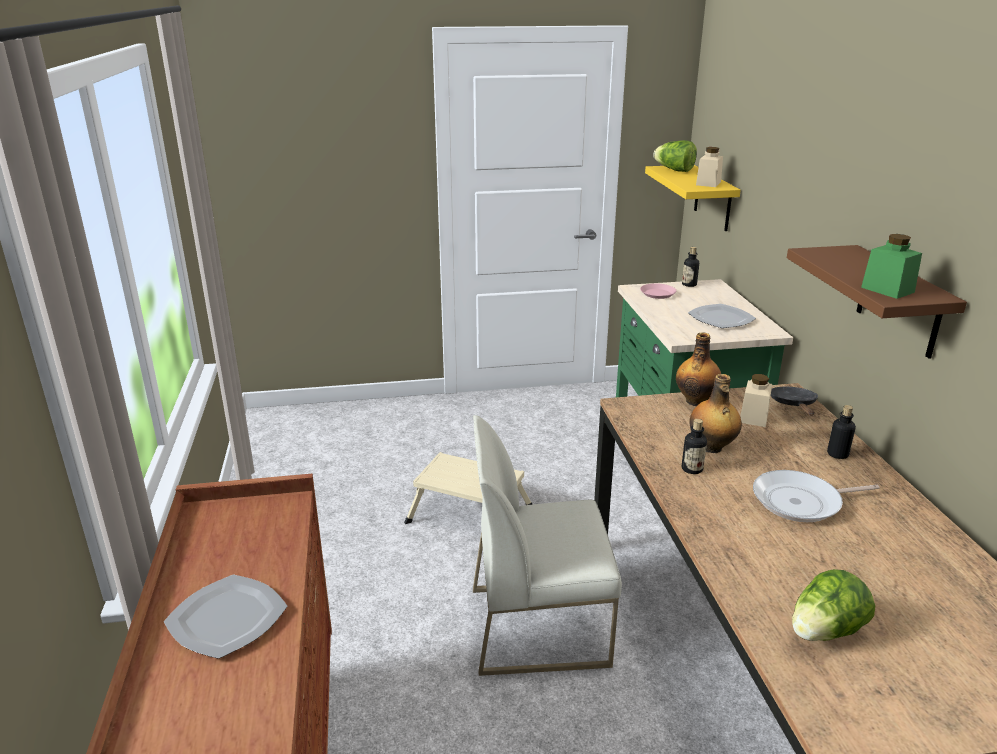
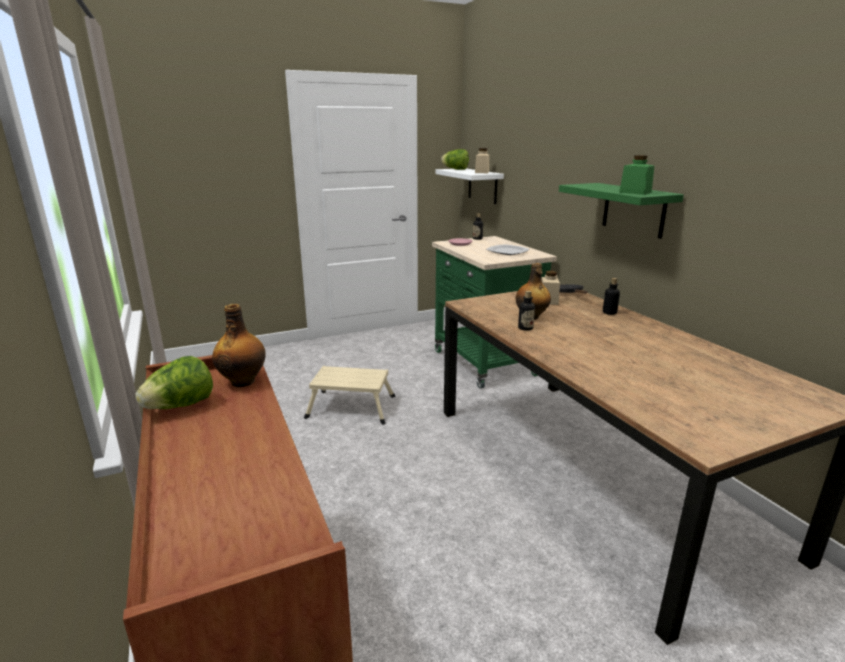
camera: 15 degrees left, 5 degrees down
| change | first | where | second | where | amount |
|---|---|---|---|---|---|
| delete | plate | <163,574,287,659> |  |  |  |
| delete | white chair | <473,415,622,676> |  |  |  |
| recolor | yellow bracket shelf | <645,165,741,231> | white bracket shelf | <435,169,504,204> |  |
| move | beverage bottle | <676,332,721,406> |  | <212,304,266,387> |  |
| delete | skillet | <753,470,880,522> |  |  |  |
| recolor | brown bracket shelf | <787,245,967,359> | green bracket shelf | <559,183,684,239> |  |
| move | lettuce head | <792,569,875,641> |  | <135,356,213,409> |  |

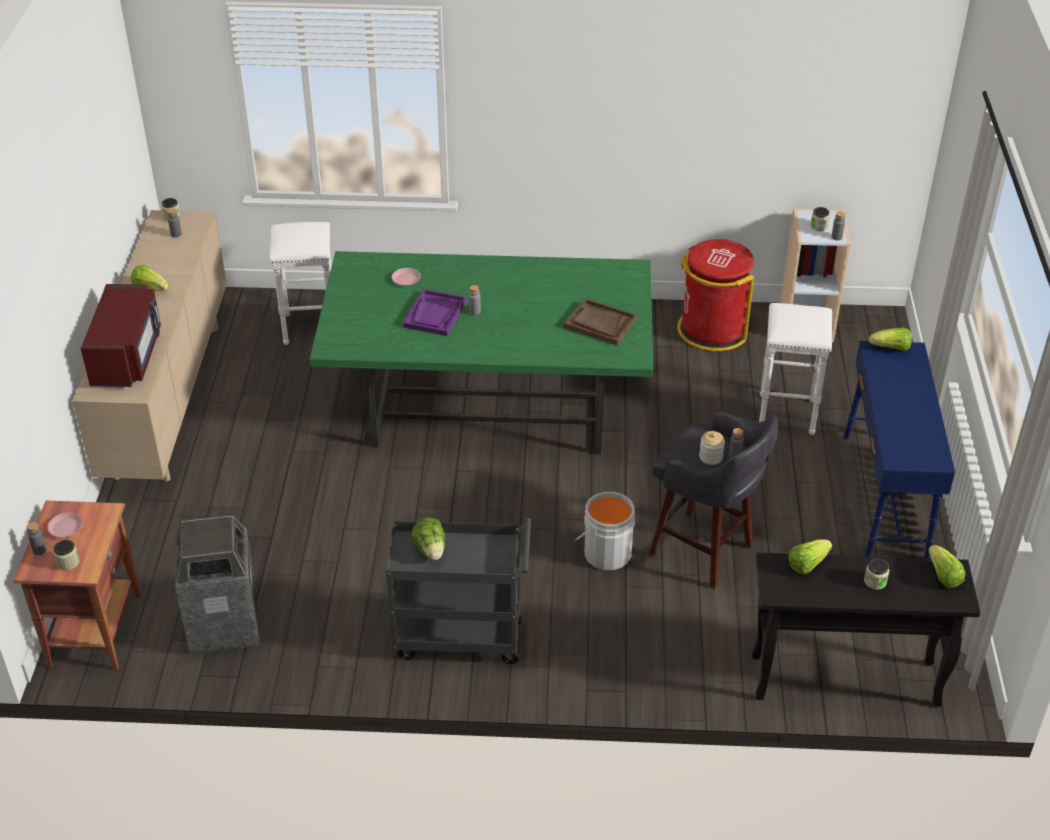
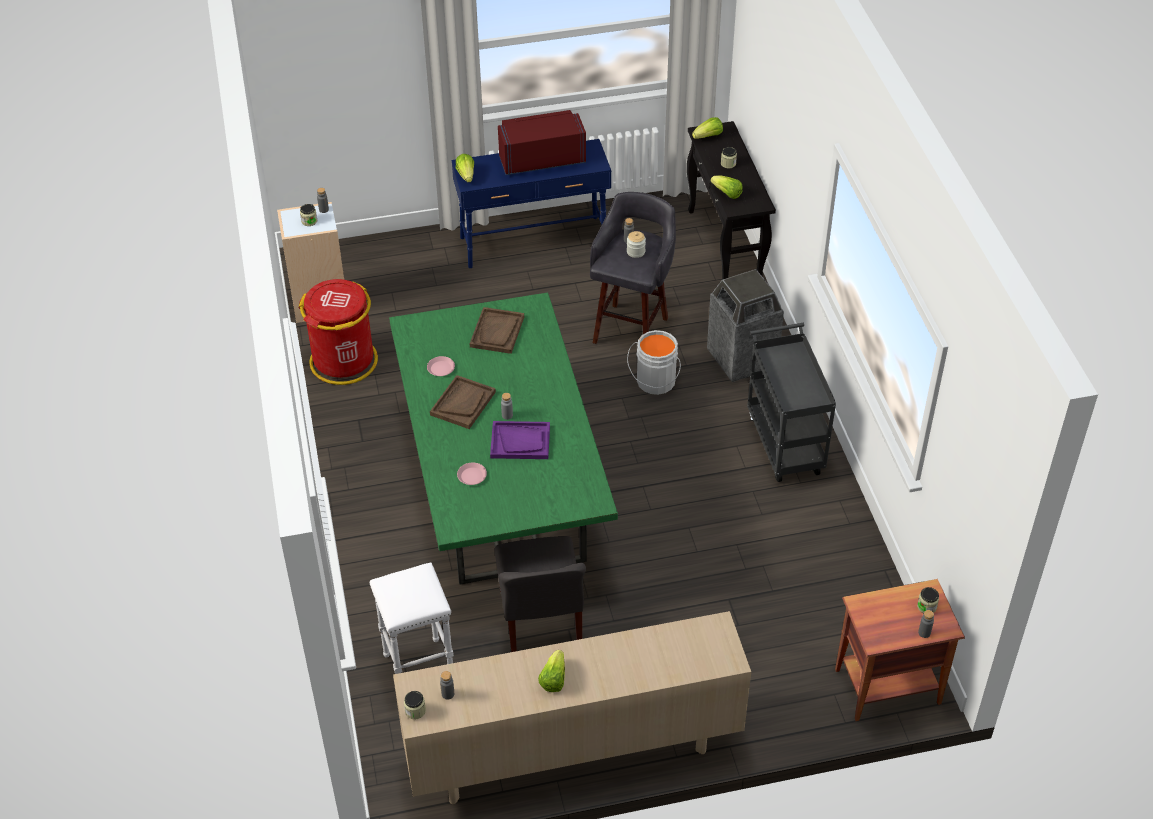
camera: 105 degrees left, 5 degrees up
| change | first | where | second | where | amount |
|---|---|---|---|---|---|
| move | pink-coloured plate | <47,512,83,537> |  | <427,356,455,376> |  |
| move | reddish microwave oven | <81,284,161,387> |  | <498,110,586,175> |  |
| move | trash can | <175,516,259,654> |  | <707,269,784,382> |  |
| delete | lettuce head | <412,518,445,560> |  |  |  |
| delete | white stool | <759,303,832,435> |  |  |  |
| insert |  |  | brown carrying tray | <430,375,496,429> |  |
| insert |  |  | gray chair | <495,536,586,652> |  |

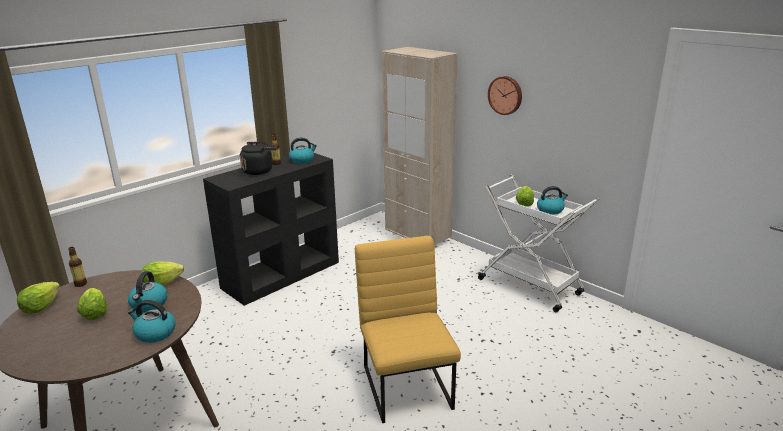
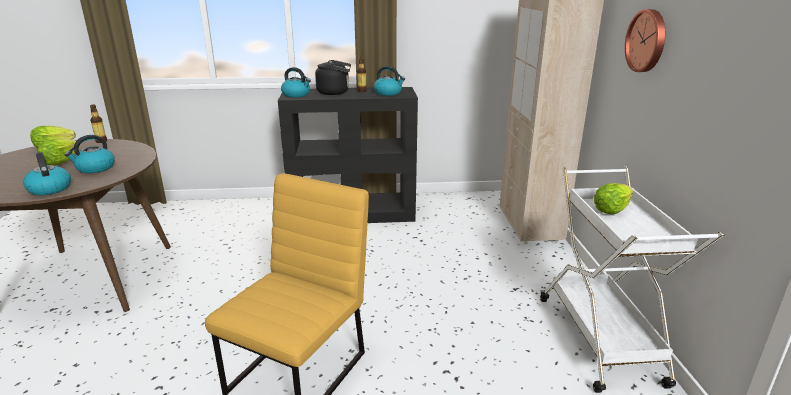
camera: 40 degrees right, 0 degrees up
| change | first | where | second | where | amount |
|---|---|---|---|---|---|
| delete | lettuce head | <141,262,184,285> |  |  |  |
| move | kettle | <537,186,568,215> |  | <281,67,311,98> |  |

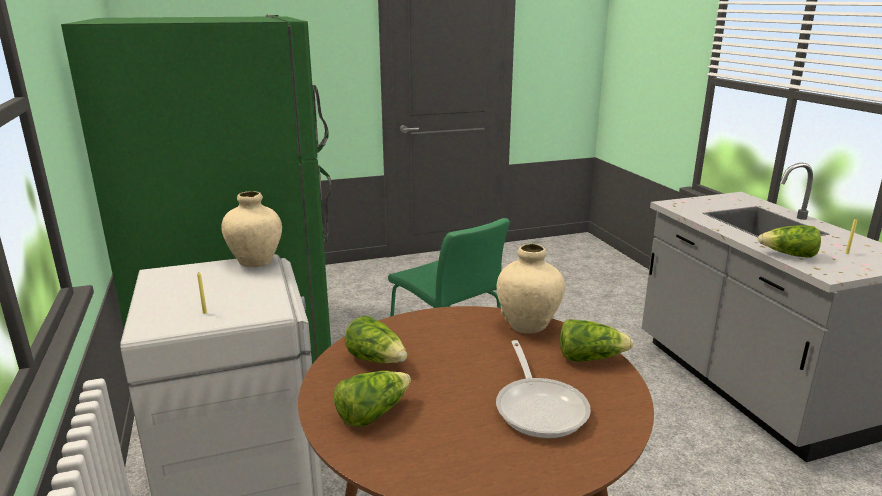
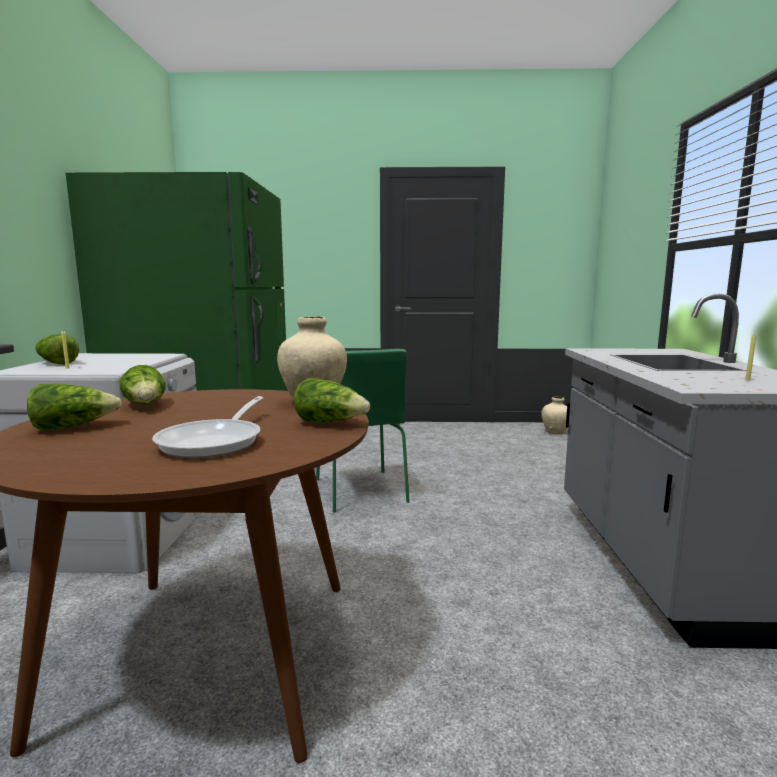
camera: 20 degrees right, 10 degrees down
| change | first | where | second | where | amount |
|---|---|---|---|---|---|
| move | beige vase | <221,191,282,267> |  | <541,396,567,435> |  |
| move | lettuce head | <758,225,821,258> |  | <35,334,79,365> |  |

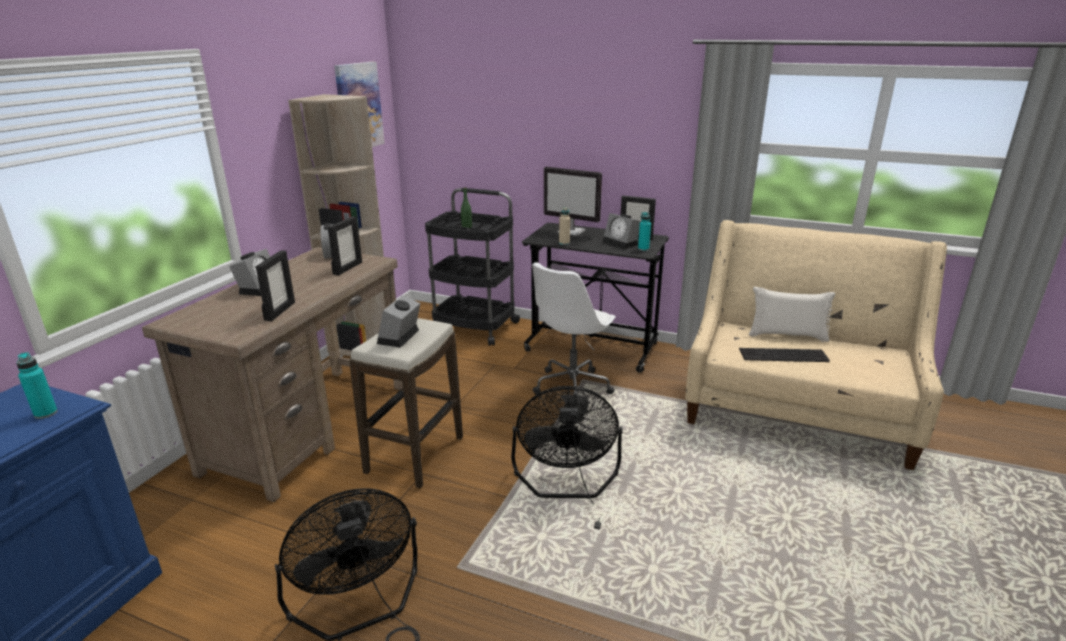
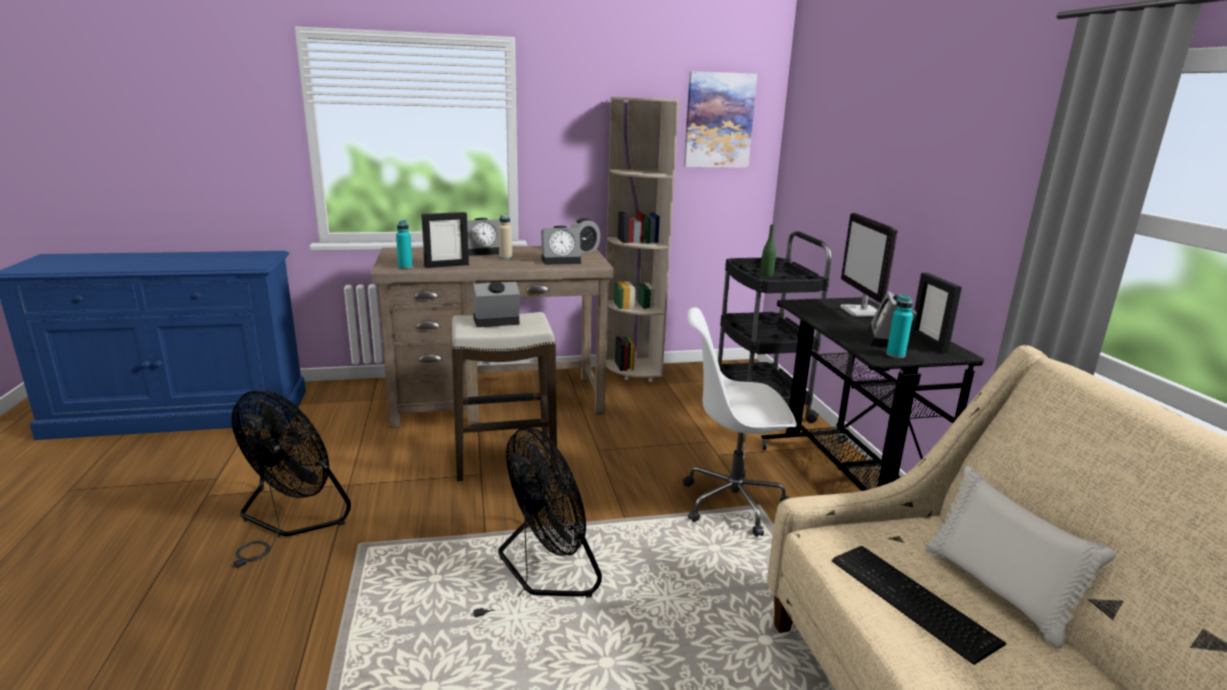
camera: 55 degrees right, 5 degrees down
| change | first | where | second | where | amount |
|---|---|---|---|---|---|
| move | turquoise beverage bottle | <16,352,58,419> |  | <396,220,413,269> |  |
| replace | picture frame | <328,216,362,275> | bedside clock | <541,226,581,265> |  |
| move | beige beverage bottle | <559,207,570,245> |  | <499,214,512,259> |  |

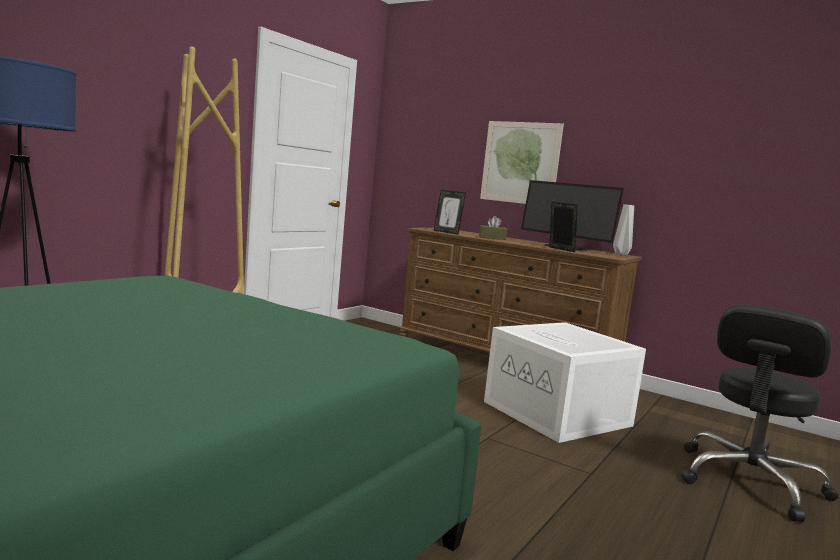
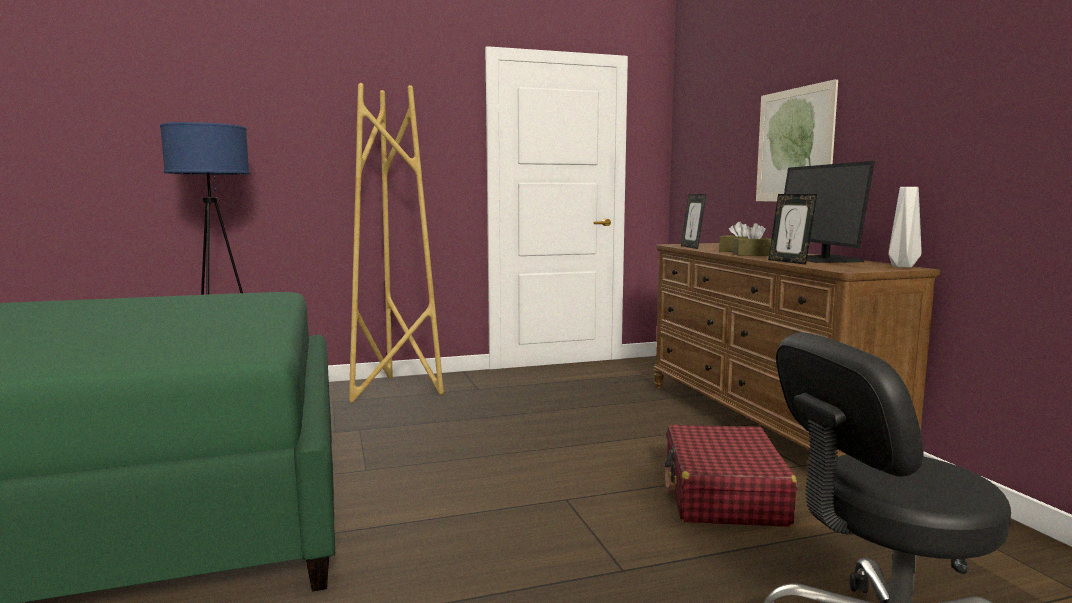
camera: 40 degrees right, 0 degrees up
| change | first | where | second | where | amount |
|---|---|---|---|---|---|
| replace | white storage box | <484,322,646,443> | reddish suitcase | <665,424,797,527> |  |
| rotate | picture frame | <550,202,578,252> |  | <768,194,817,265> | 150 degrees clockwise |
| insert |  |  | brown tissue holder | <733,223,771,256> |  |

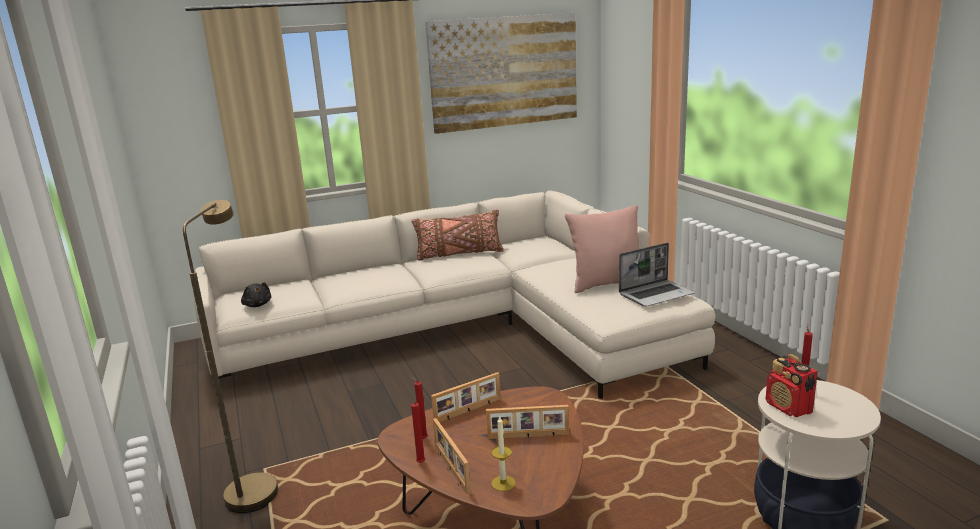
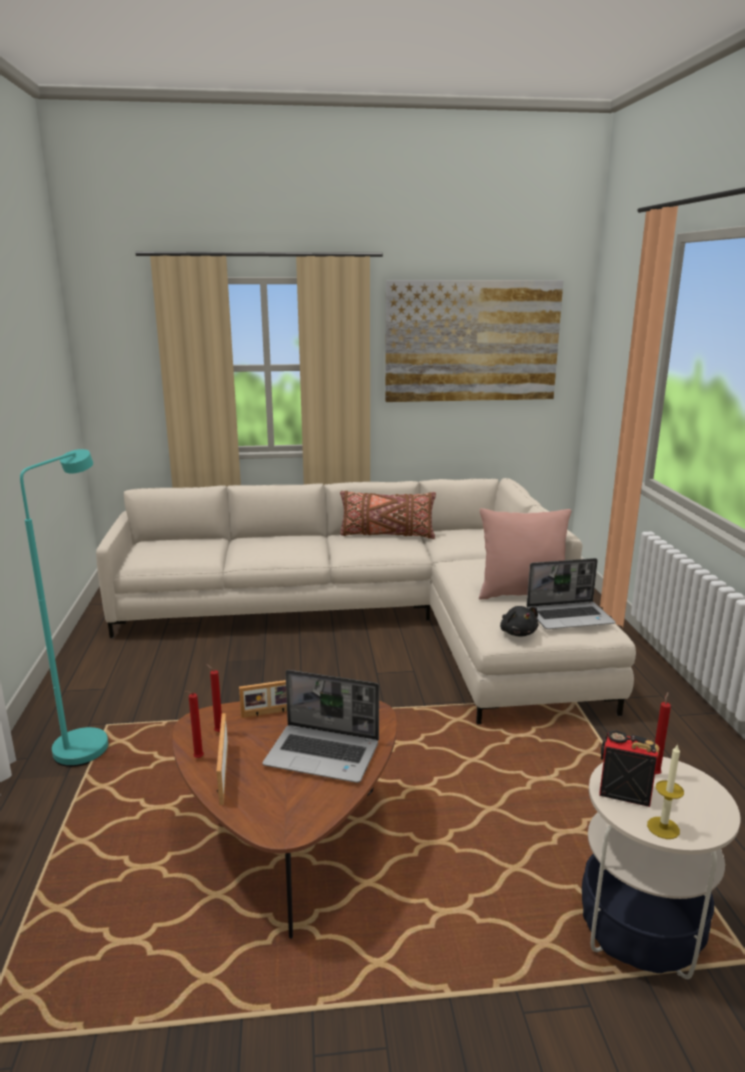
camera: 15 degrees right, 0 degrees up
| change | first | where | second | where | amount |
|---|---|---|---|---|---|
| recolor | brown standard lamp | <183,200,278,513> | turquoise standard lamp | <20,449,108,767> |  |
| move | blackish soft toy | <241,282,271,307> |  | <500,606,538,637> |  |
| replace | picture frame | <486,405,569,439> | portable computer | <263,670,379,783> |  |
| move | wax light | <491,415,516,491> |  | <647,743,684,839> |  |
| rotate | radio set | <766,354,818,417> |  | <599,730,659,807> | 120 degrees clockwise |

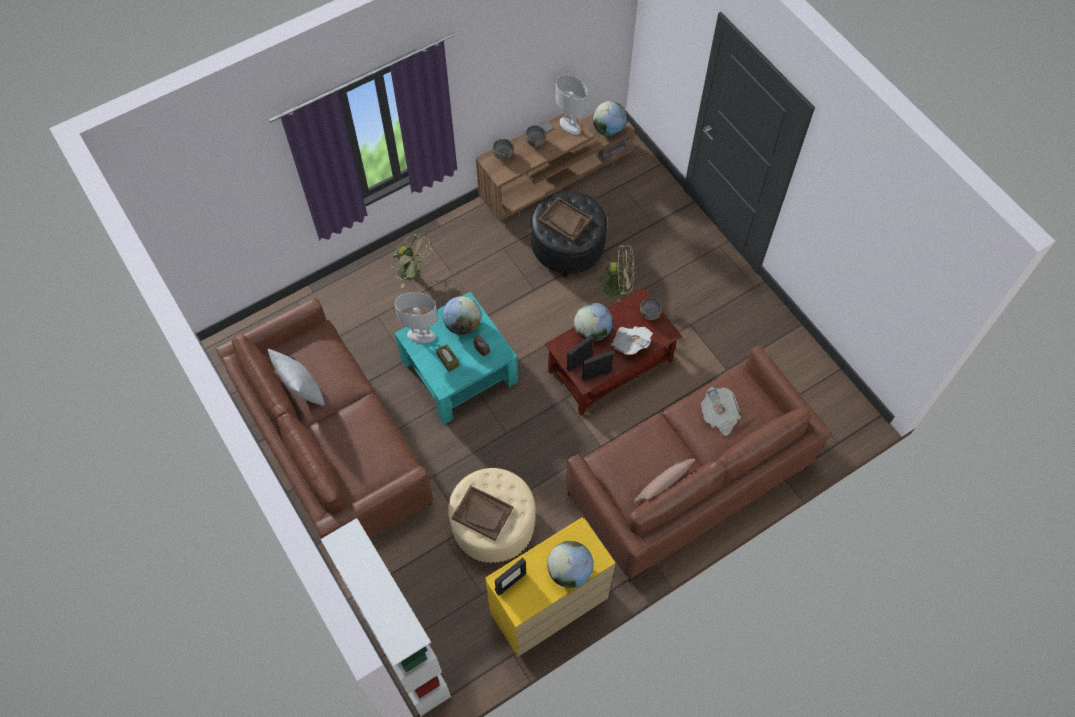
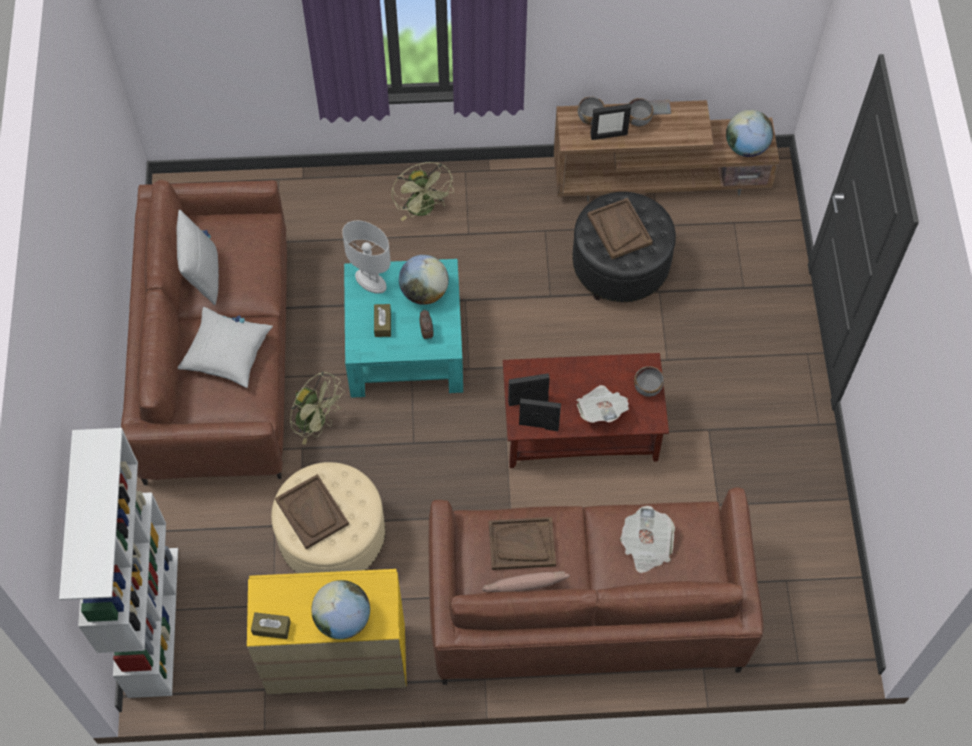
camera: 30 degrees right, 0 degrees up
| change | first | where | second | where | amount |
|---|---|---|---|---|---|
| move | picture frame | <495,558,526,596> |  | <590,104,631,140> |  |
| delete | white lamp for a table | <556,75,588,135> |  |  |  |
| delete | globe | <574,303,613,341> |  |  |  |
| move | green cooling fan | <596,245,635,302> |  | <290,372,345,445> |  |
| insert |  |  | gray pillow | <178,307,273,388> |  |
| insert |  |  | brown tissue holder | <251,612,291,639> |  |
| insert |  |  | brown carrying tray | <489,517,556,570> |  |

